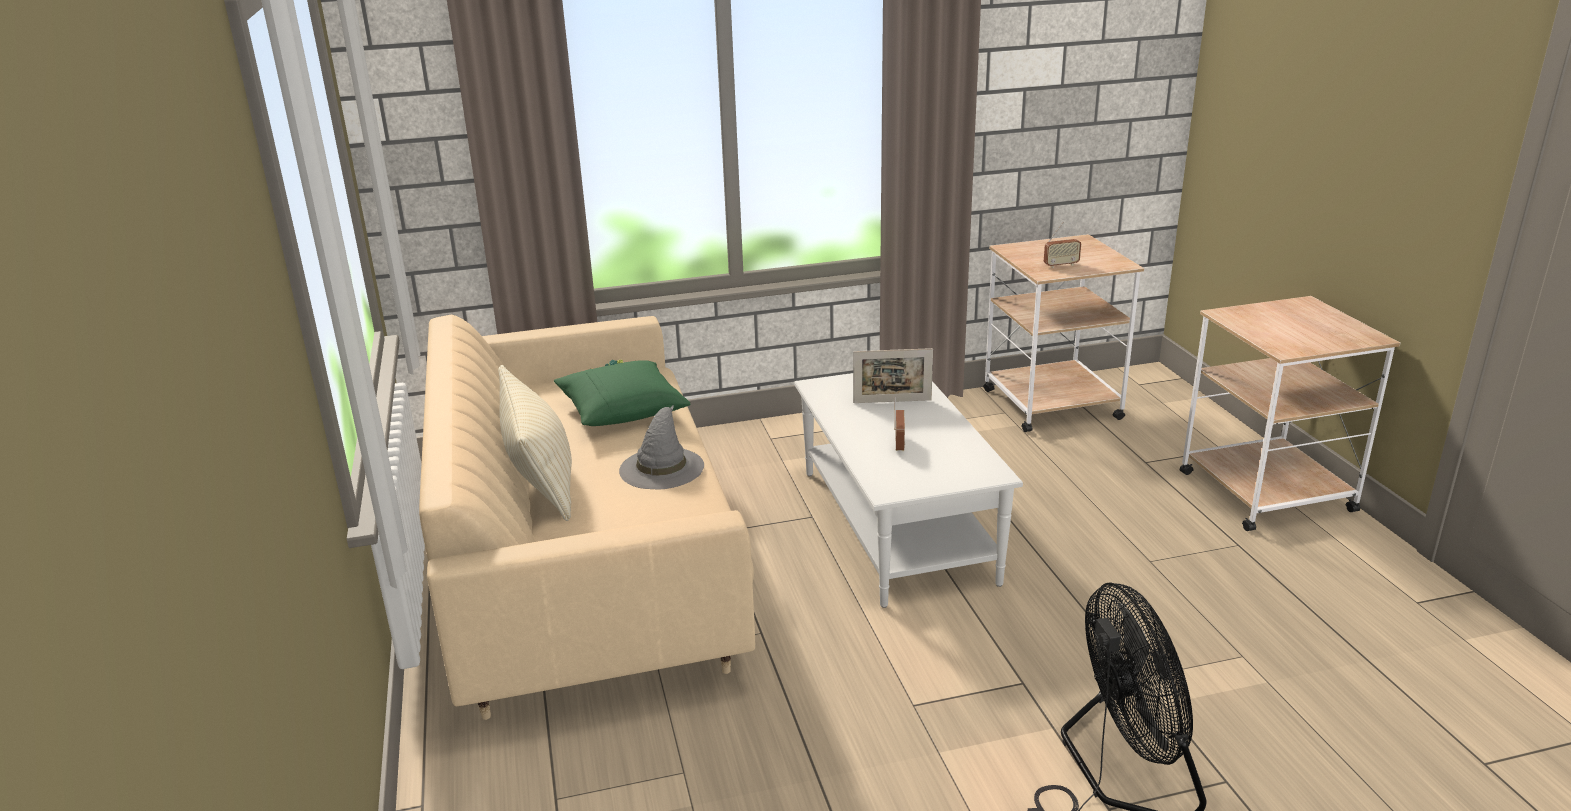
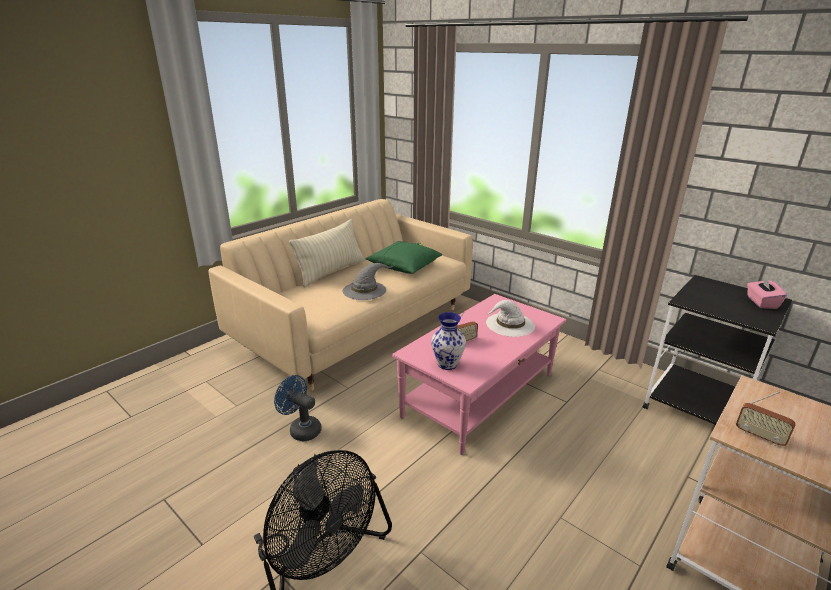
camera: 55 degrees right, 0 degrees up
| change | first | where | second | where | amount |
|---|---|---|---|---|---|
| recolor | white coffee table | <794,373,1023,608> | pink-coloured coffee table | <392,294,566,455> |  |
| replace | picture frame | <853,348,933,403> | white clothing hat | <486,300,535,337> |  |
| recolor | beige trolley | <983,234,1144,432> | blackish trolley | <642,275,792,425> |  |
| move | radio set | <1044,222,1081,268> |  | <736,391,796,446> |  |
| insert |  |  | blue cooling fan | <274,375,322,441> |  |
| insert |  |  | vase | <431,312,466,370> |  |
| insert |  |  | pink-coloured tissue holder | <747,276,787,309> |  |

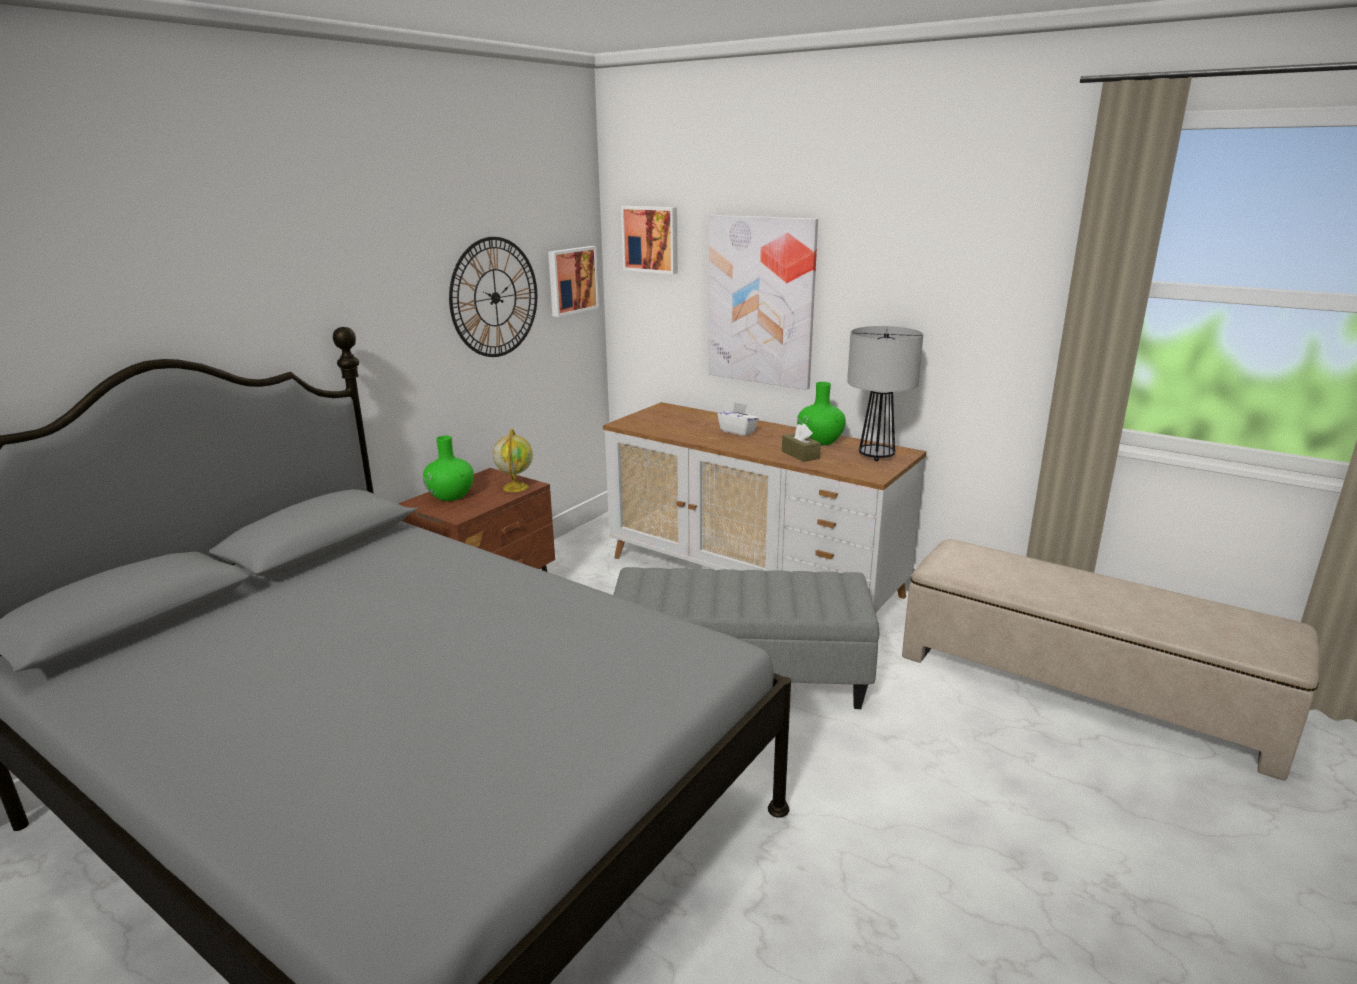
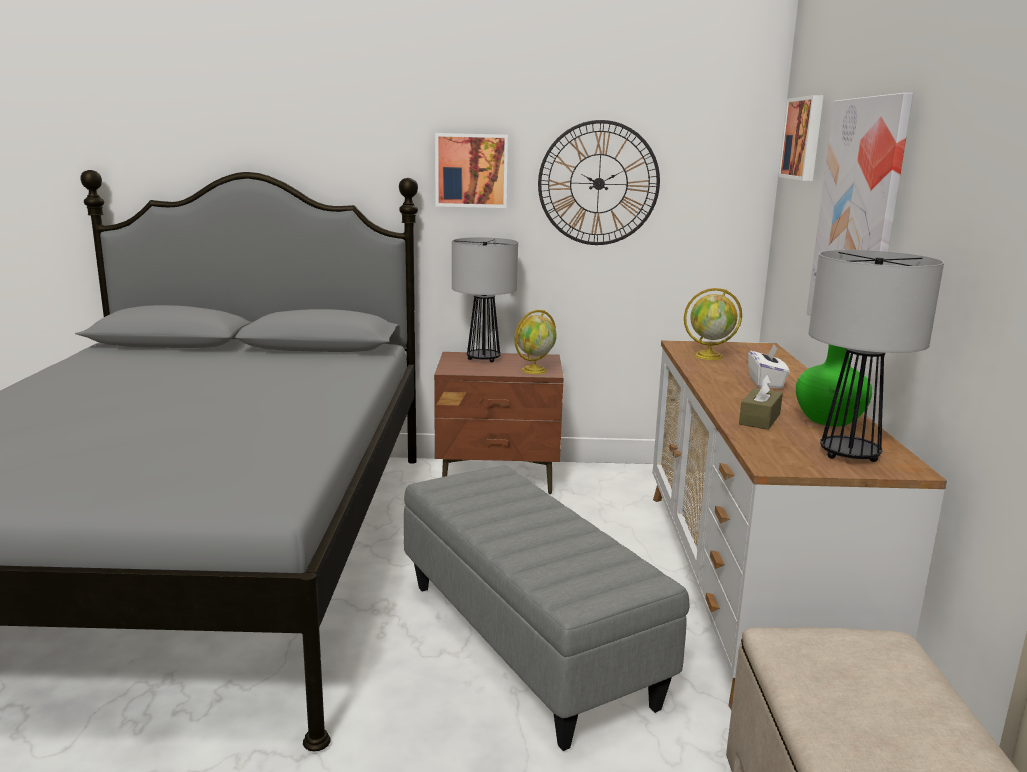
camera: 55 degrees right, 5 degrees down
| change | first | where | second | where | amount |
|---|---|---|---|---|---|
| replace | green vase | <423,436,474,501> | lamp for a table | <452,237,518,362> |  |
| move | picture | <548,246,599,317> |  | <435,133,508,208> |  |
| insert |  |  | globe | <684,288,742,360> |  |

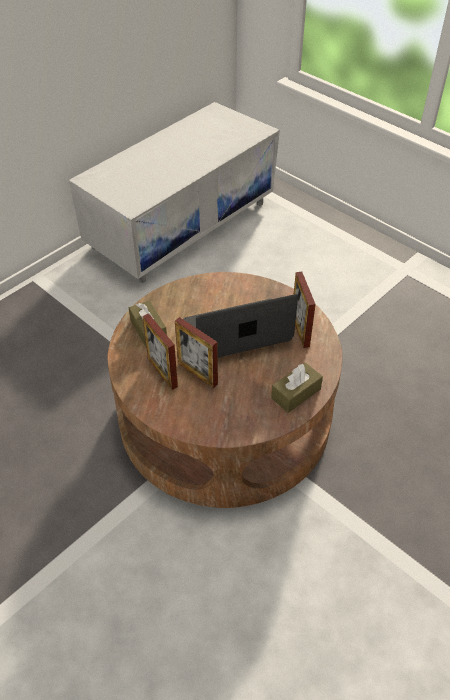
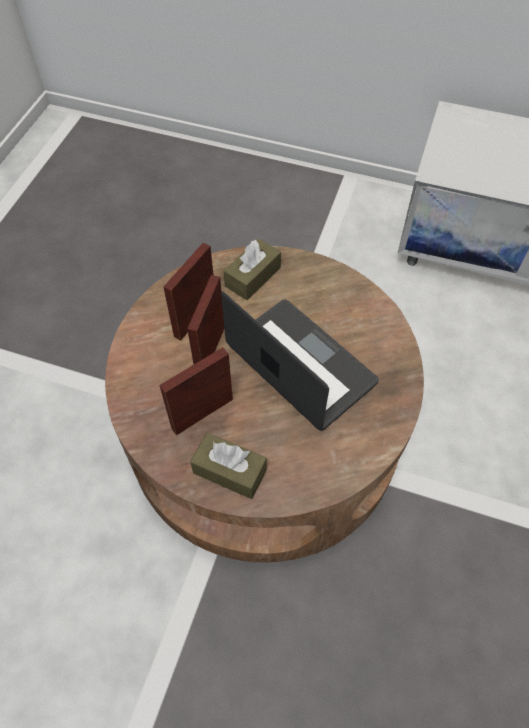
camera: 65 degrees right, 10 degrees up
| change | first | where | second | where | amount |
|---|---|---|---|---|---|
| move | picture frame | <293,272,316,348> |  | <159,347,233,436> |  |

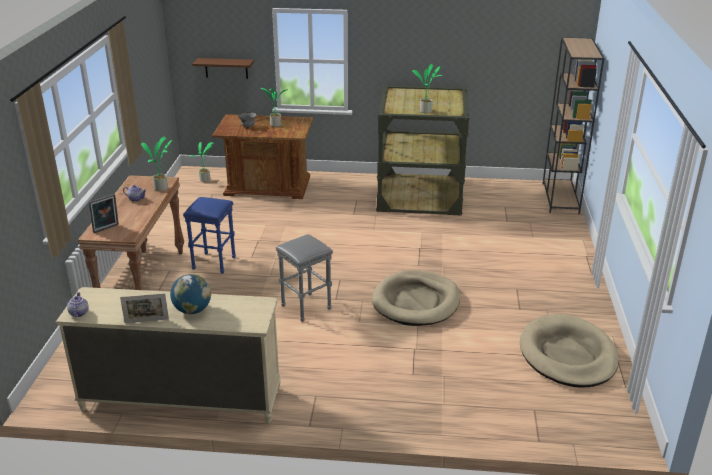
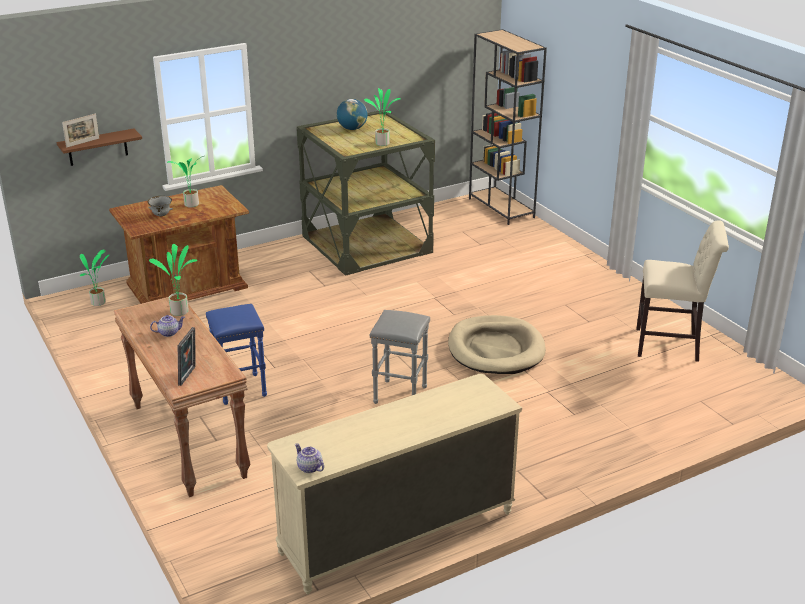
camera: 35 degrees left, 0 degrees up
| change | first | where | second | where | amount |
|---|---|---|---|---|---|
| move | picture frame | <120,293,169,323> |  | <62,114,99,148> |  |
| move | globe | <170,274,211,314> |  | <337,99,368,130> |  |
| replace | beige dog cushion | <520,314,619,388> | beige stool | <636,220,729,362> |  |

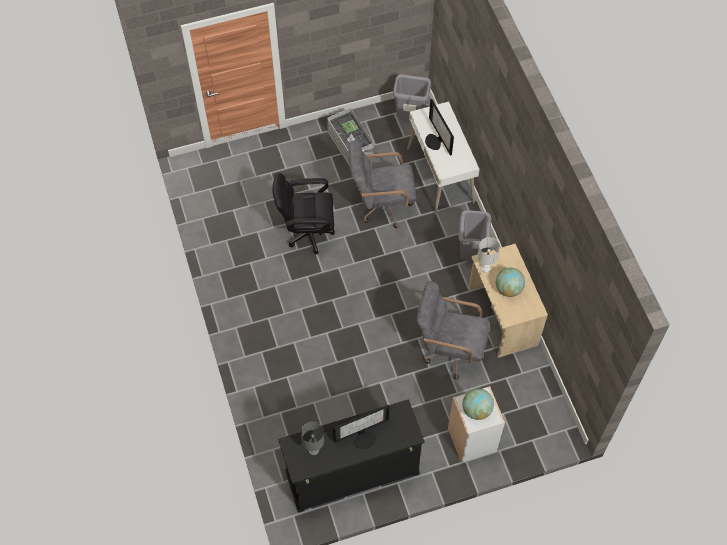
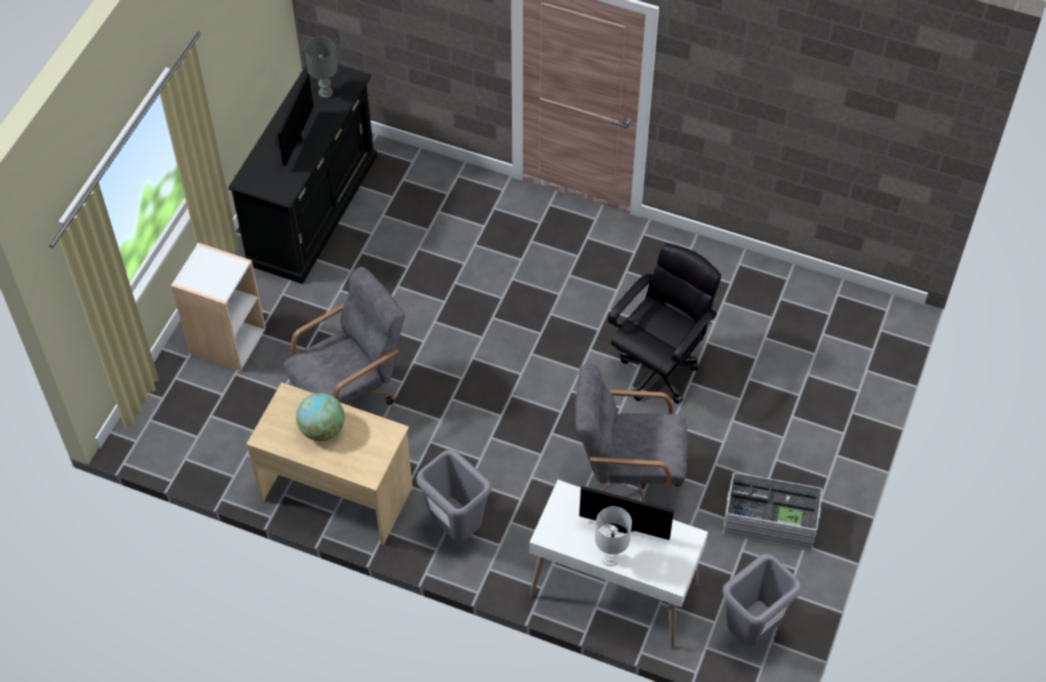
camera: 130 degrees right, 5 degrees down
| change | first | where | second | where | amount |
|---|---|---|---|---|---|
| rotate | gray computer chair | <348,141,416,228> |  | <575,364,688,503> | 120 degrees counterclockwise |
| delete | globe | <462,388,494,420> |  |  |  |
| move | white lamp for a table | <477,237,500,272> |  | <595,506,632,566> |  |

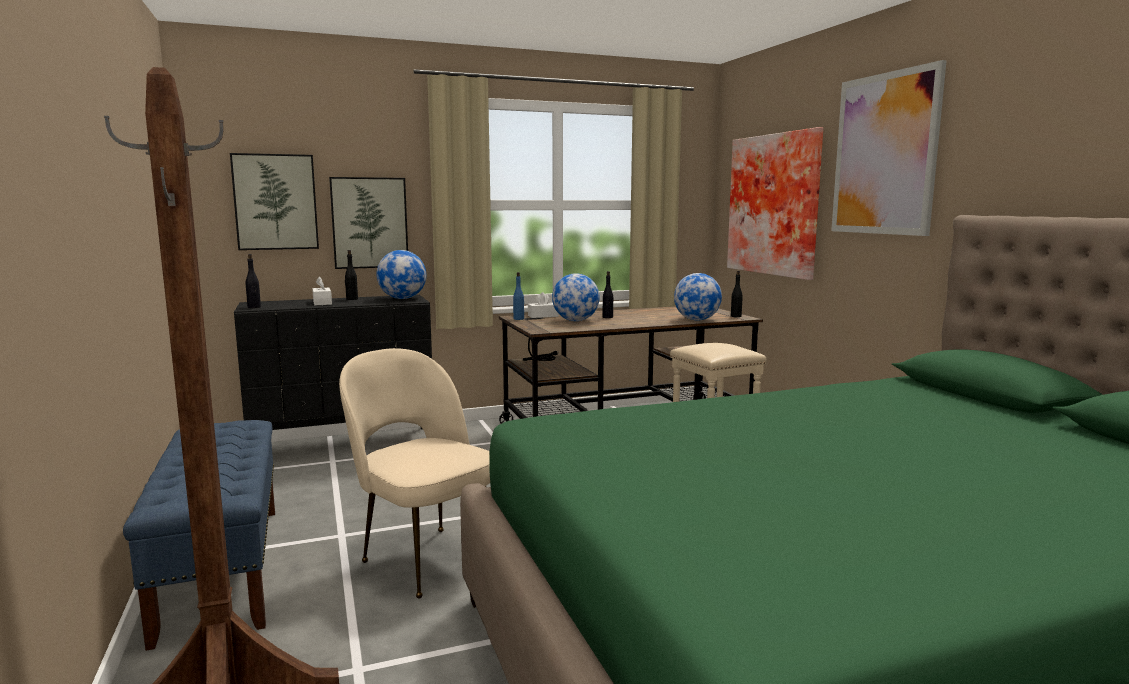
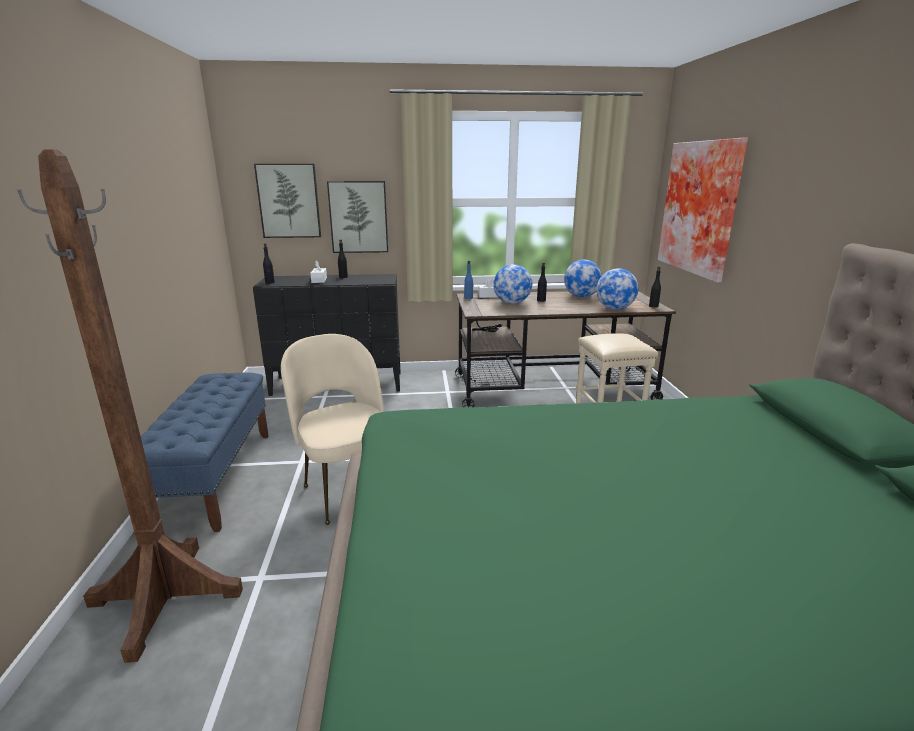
camera: 15 degrees right, 10 degrees up
| change | first | where | second | where | amount |
|---|---|---|---|---|---|
| move | globe | <377,250,426,299> |  | <564,260,602,297> |  |
| delete | picture | <831,60,947,236> |  |  |  |

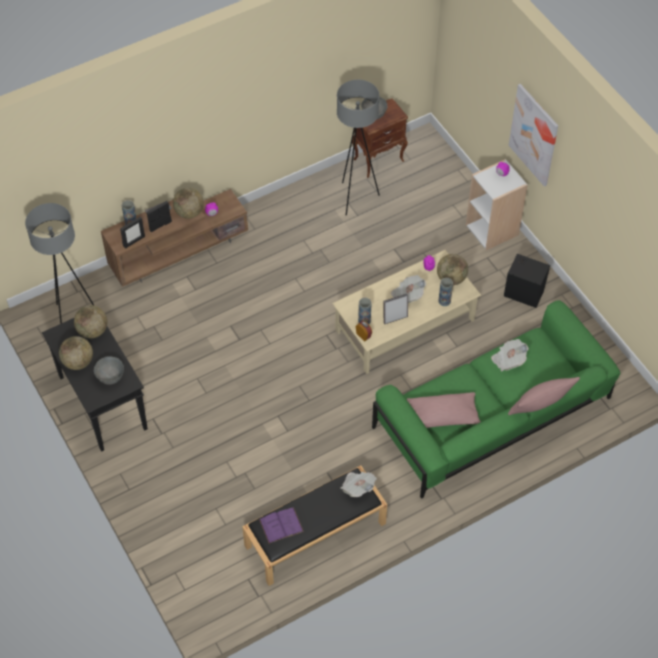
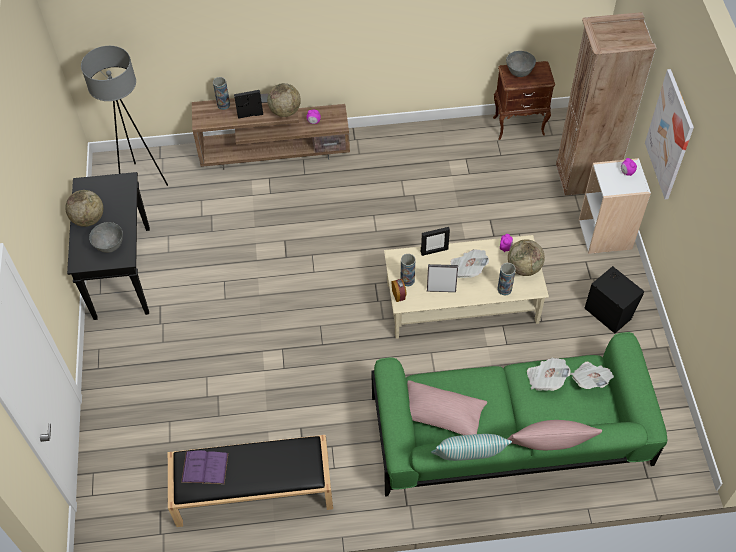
camera: 25 degrees right, 0 degrees up
| change | first | where | second | where | amount |
|---|---|---|---|---|---|
| delete | globe | <74,305,107,338> |  |  |  |
| move | picture frame | <120,217,145,249> |  | <421,227,450,256> |  |
| delete | gray standard lamp | <337,80,380,216> |  |  |  |
| move | daily paper | <340,472,377,497> |  | <571,362,614,389> |  |
| insert |  |  | pillow | <431,434,512,461> |  |
| insert |  |  | brown cabinet | <556,12,657,195> |  |

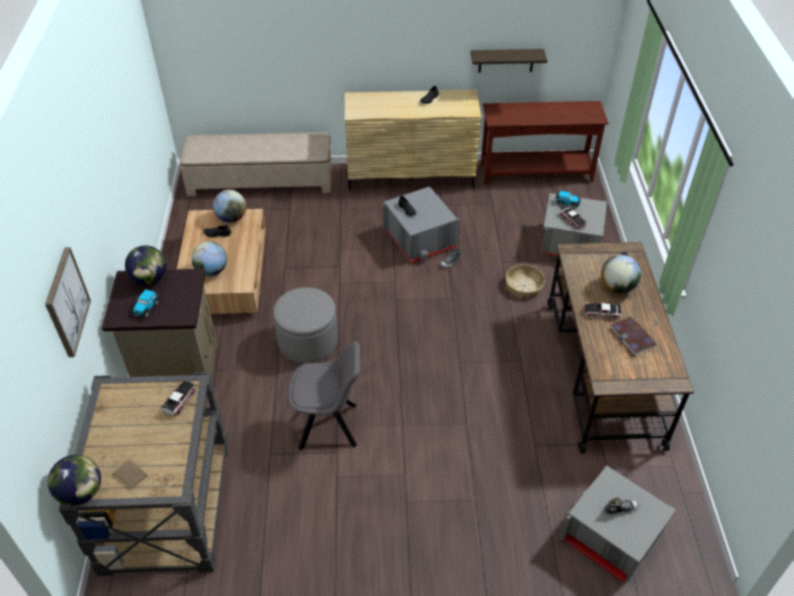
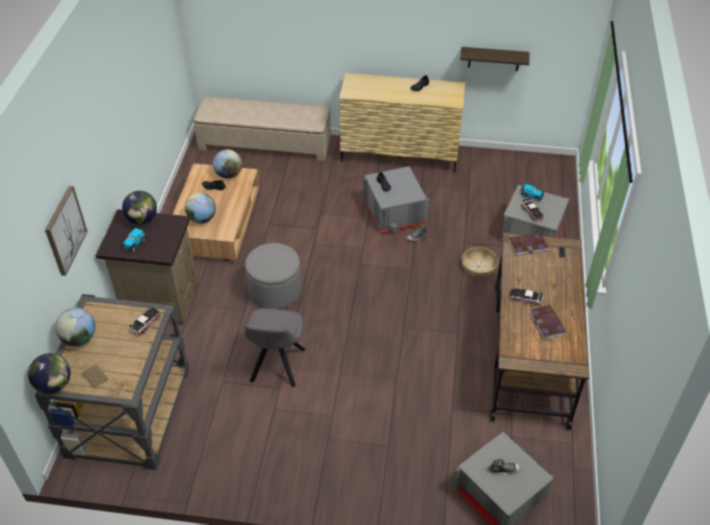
camera: 10 degrees right, 0 degrees up
| change | first | where | second | where | amount |
|---|---|---|---|---|---|
| rotate | gray chair | <288,342,360,450> |  | <244,308,305,387> | 90 degrees clockwise |
| delete | brown console table | <481,101,609,185> |  |  |  |
| move | globe | <601,255,641,294> |  | <55,308,95,346> |  |
| insert |  |  | bound book | <509,234,548,255> |  |

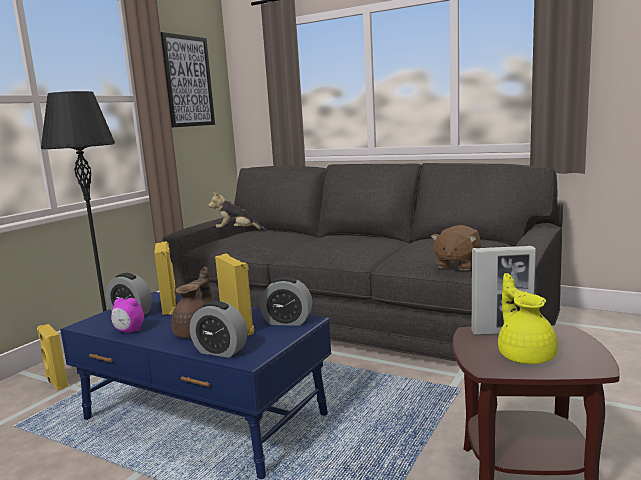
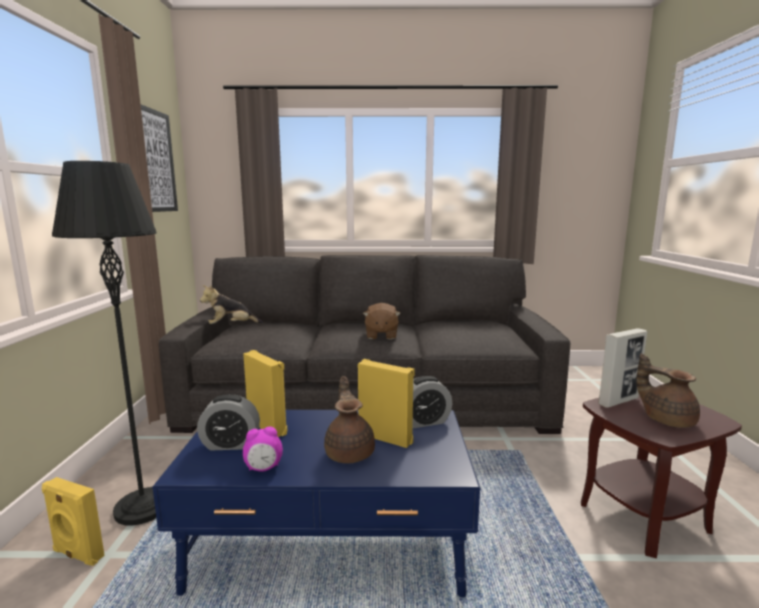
camera: 30 degrees left, 0 degrees up
| change | first | where | second | where | amount |
|---|---|---|---|---|---|
| delete | bedside clock | <190,301,247,358> |  |  |  |
| move | brown soft toy | <431,225,481,270> |  | <363,303,401,339> |  |
| recolor | yellow pot for tea | <498,273,558,364> | brown pot for tea | <637,353,700,428> |  |

